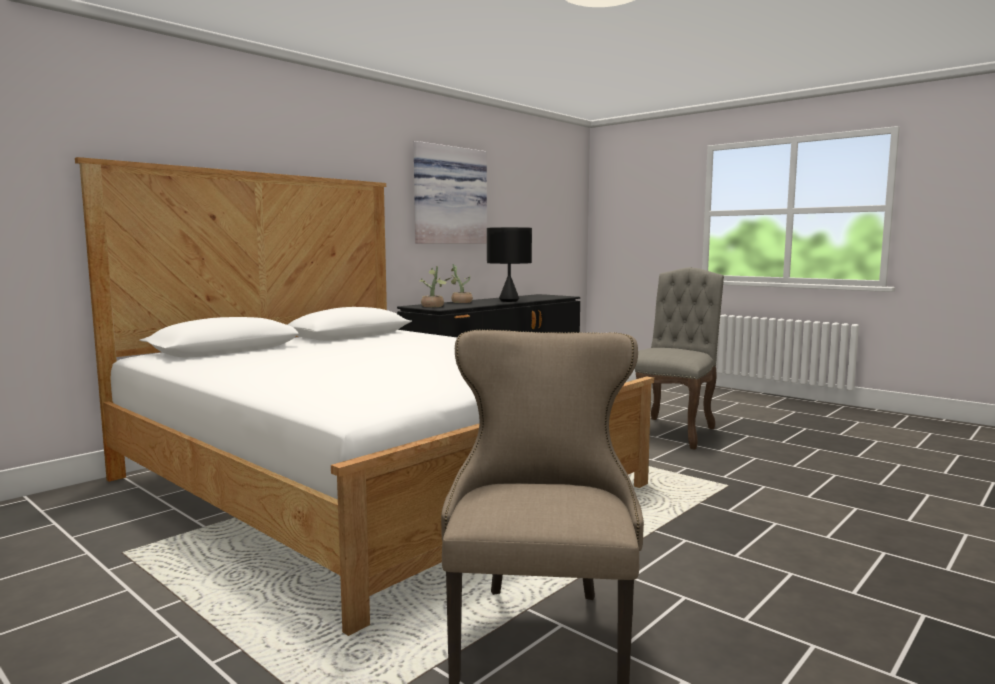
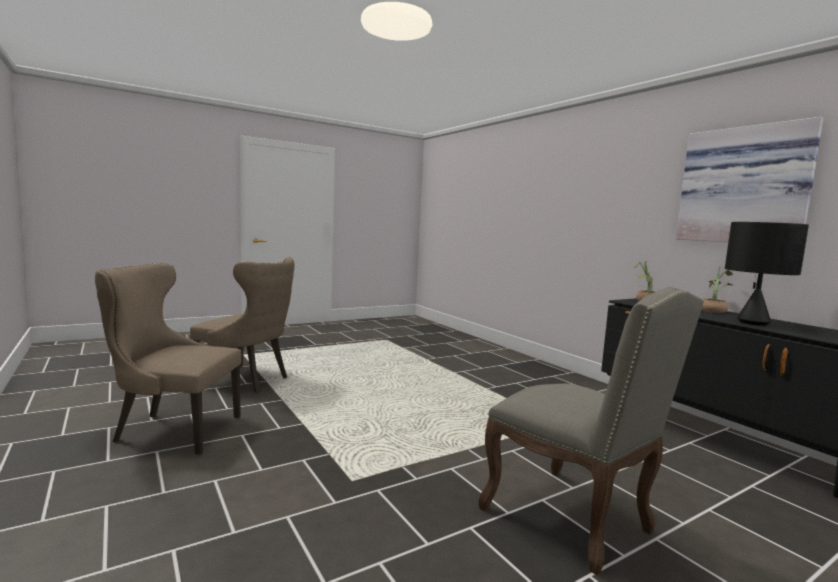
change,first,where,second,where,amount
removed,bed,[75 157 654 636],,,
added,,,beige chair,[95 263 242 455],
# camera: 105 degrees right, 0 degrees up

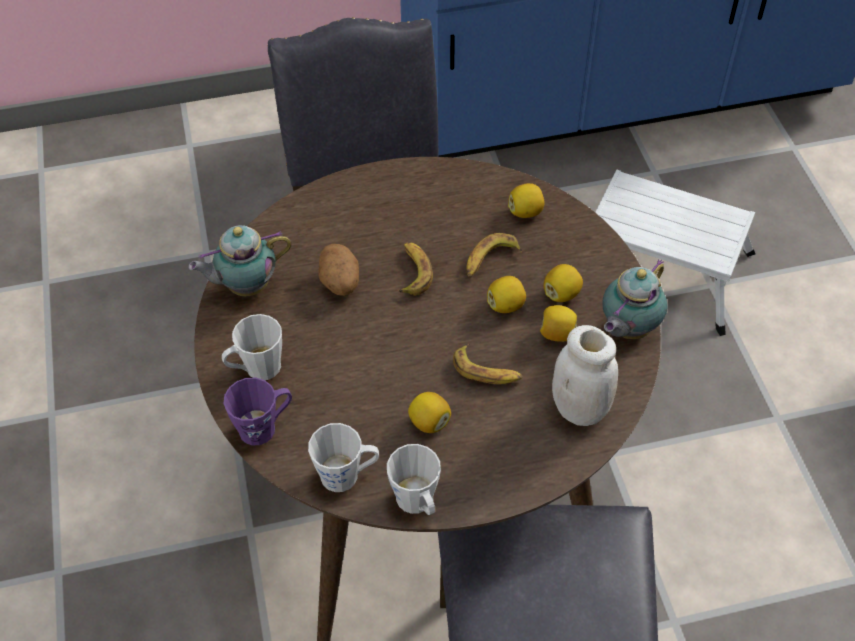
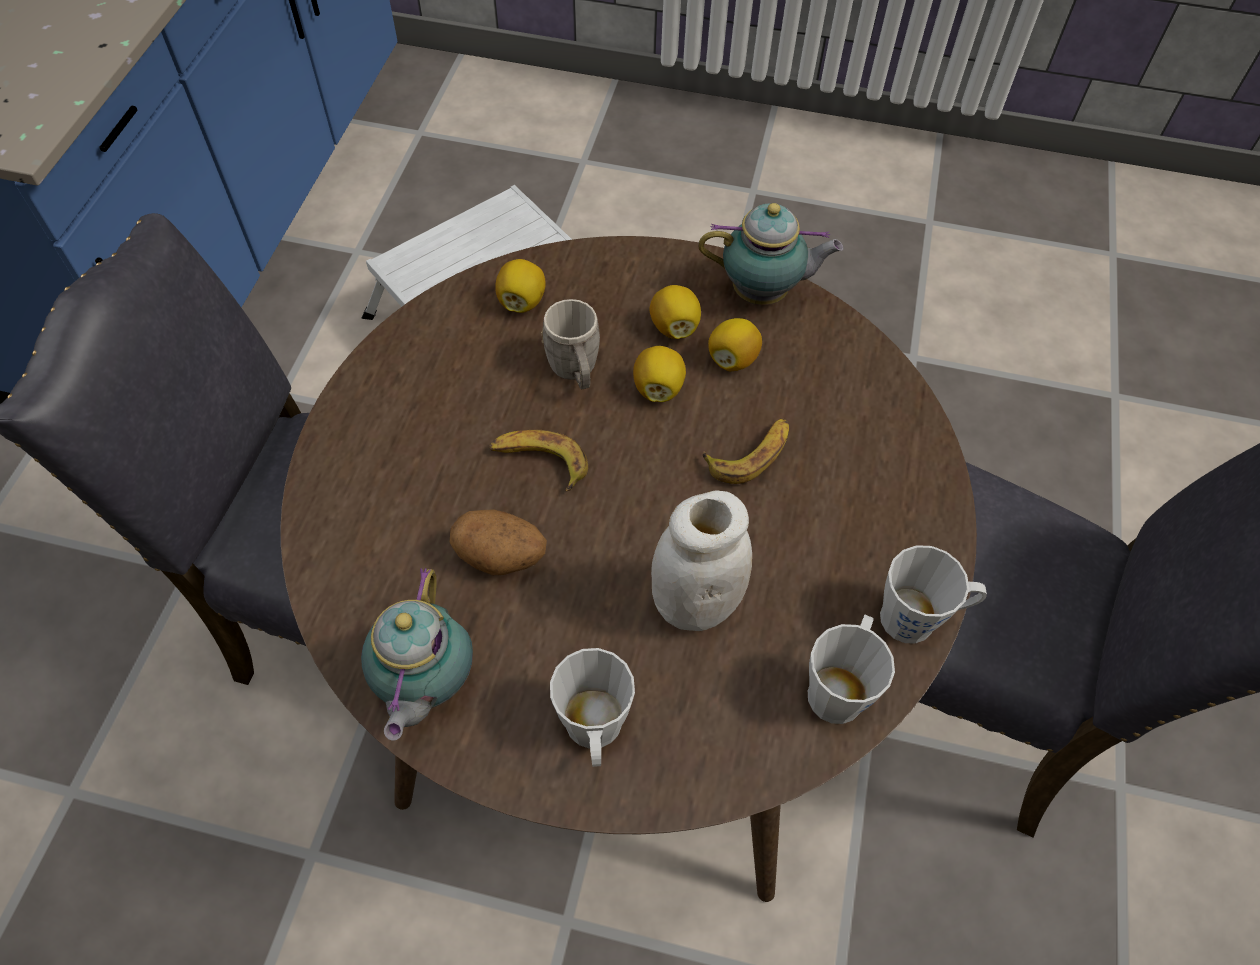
change,first,where,second,where,amount
removed,purple mug,[224 378 292 445],,,
removed,lemon,[408 392 451 433],,,
moved,white jar,[552 325 618 426],,[651 490 752 631],
replaced,banana,[467 233 522 278],grey mug,[541 299 600 389],
turned,teapot,[602 259 668 339],,[698 203 844 305],60 degrees counterclockwise
# camera: 65 degrees left, 5 degrees up

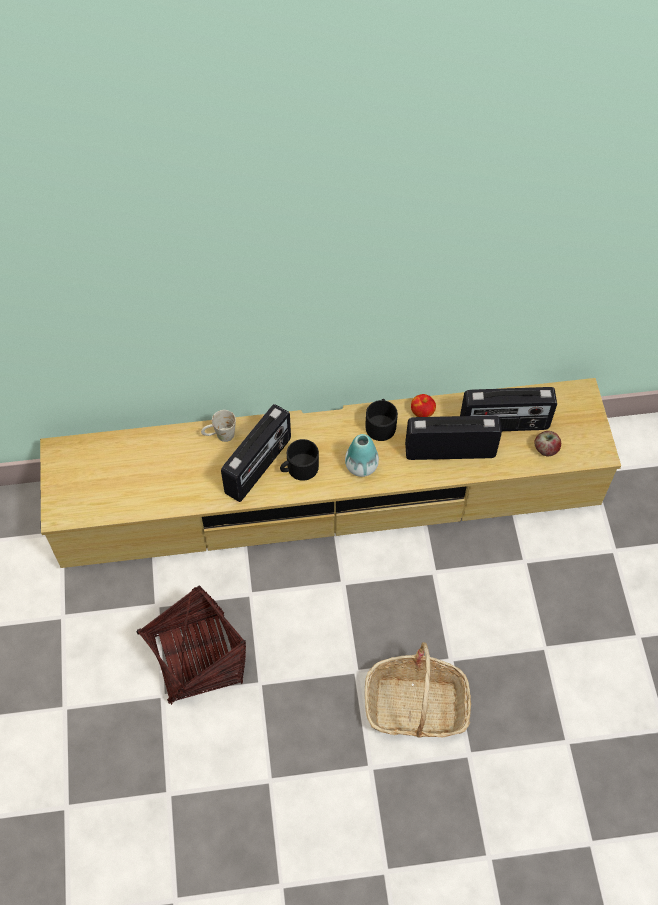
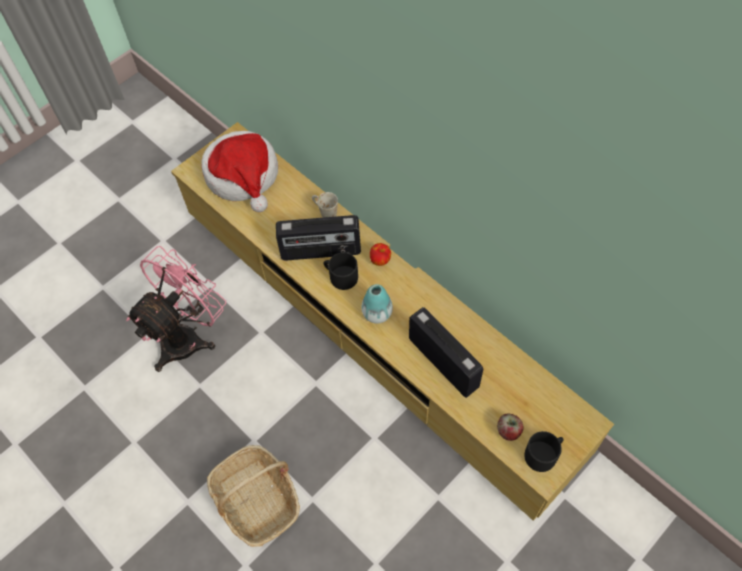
change,first,where,second,where,amount
removed,radio,[460 387 557 431],,,
added,,,hat,[201 131 278 212],
moved,black mug,[365 399 398 441],,[524 431 563 472],
moved,apple,[411 394 436 417],,[370 243 391 266],
replaced,basket,[137 585 246 705],pink fan,[126 246 226 372],
# camera: 55 degrees right, 0 degrees up

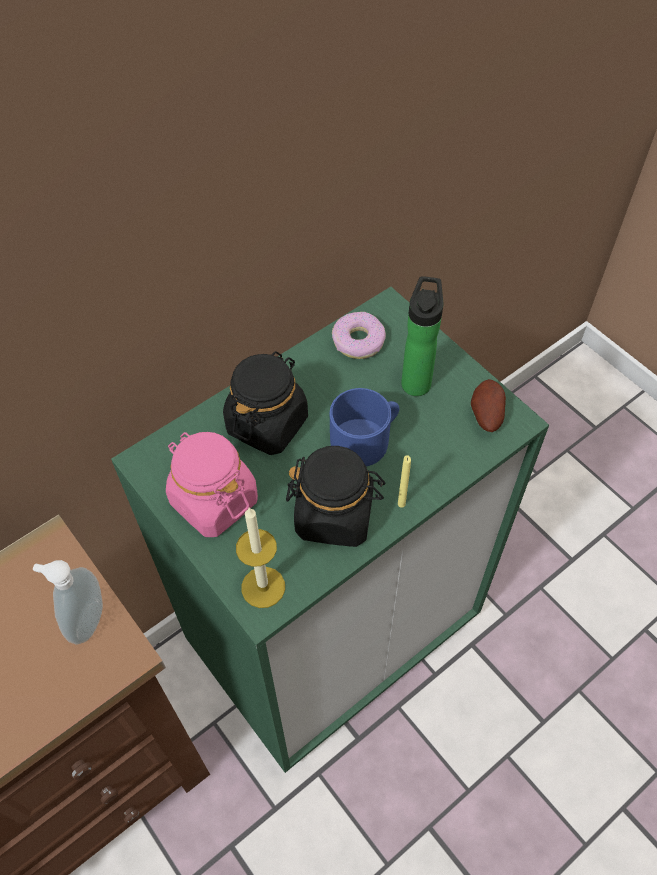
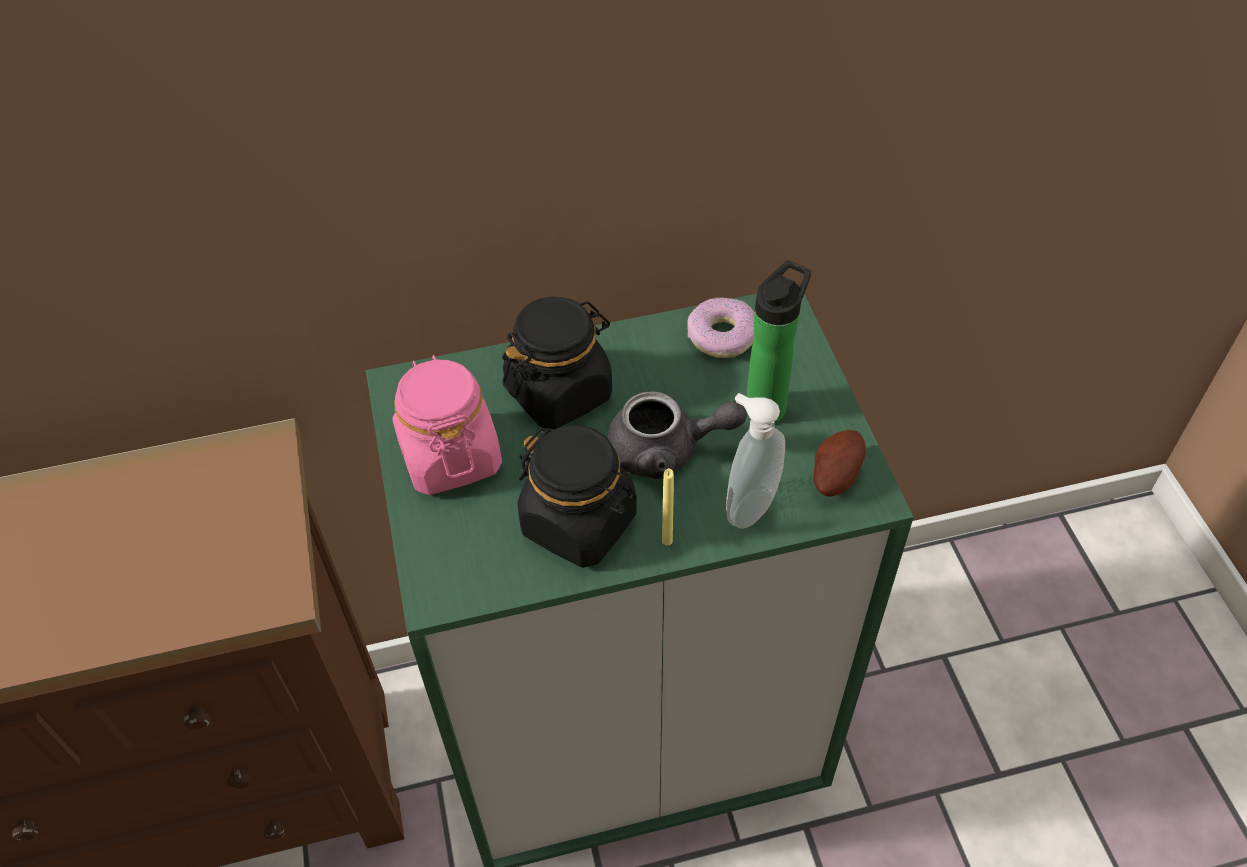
change,first,where,second,where,amount
removed,candle,[236 508 285 608],,,
moved,soap dispenser,[33 560 103 644],,[726 393 785 529],
replaced,blue mug,[330 388 399 467],grey teapot,[607 391 747 479],
# camera: 25 degrees right, 5 degrees down

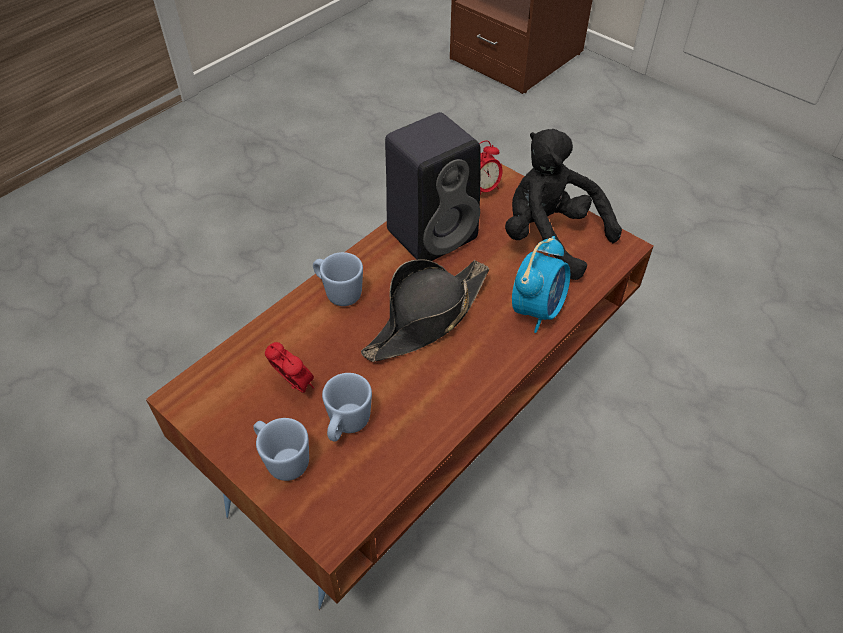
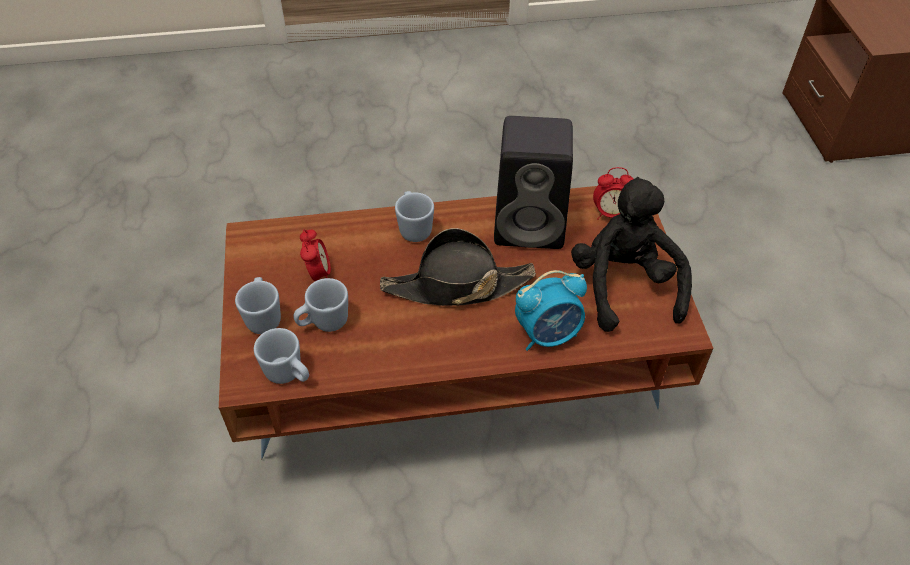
change,first,where,second,where,amount
added,,,blue mug,[254 328 309 384],
# camera: 40 degrees right, 0 degrees up

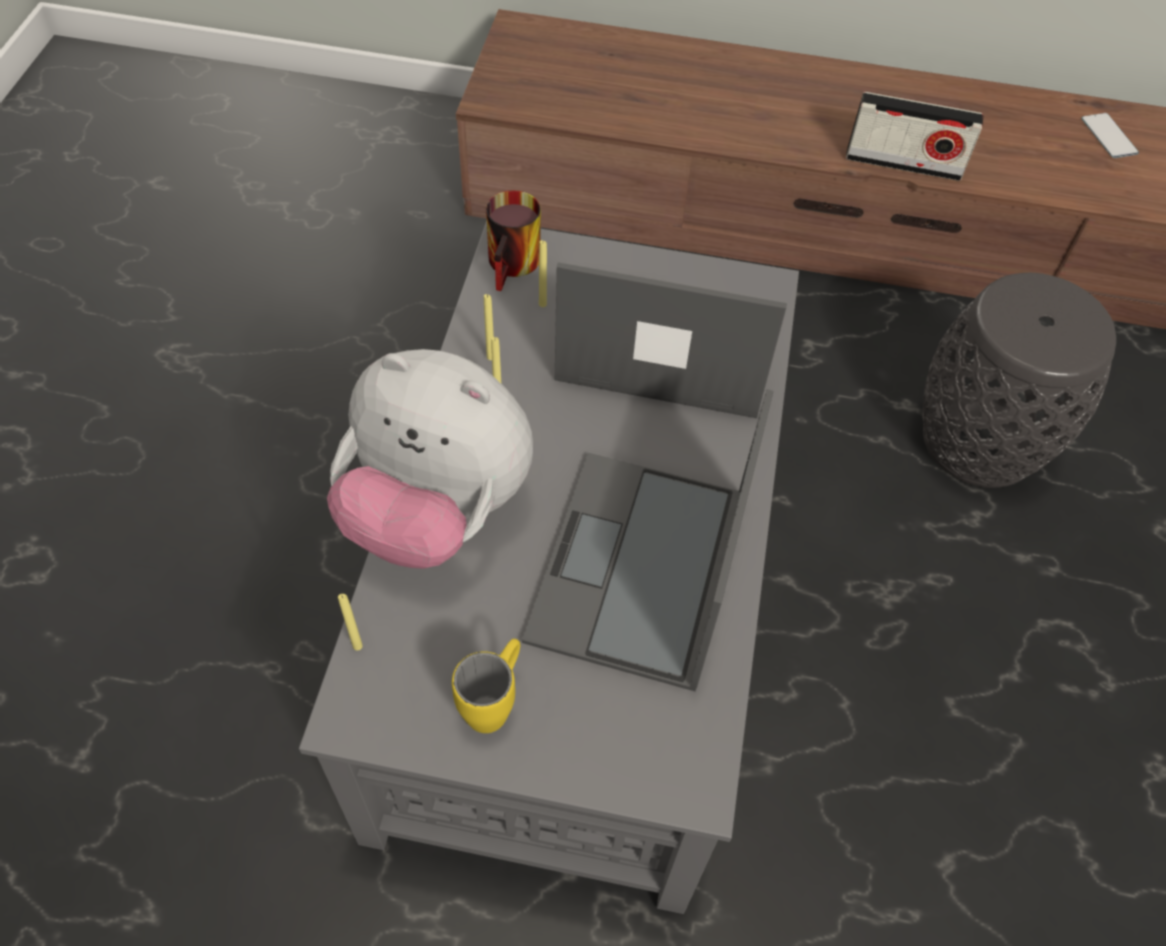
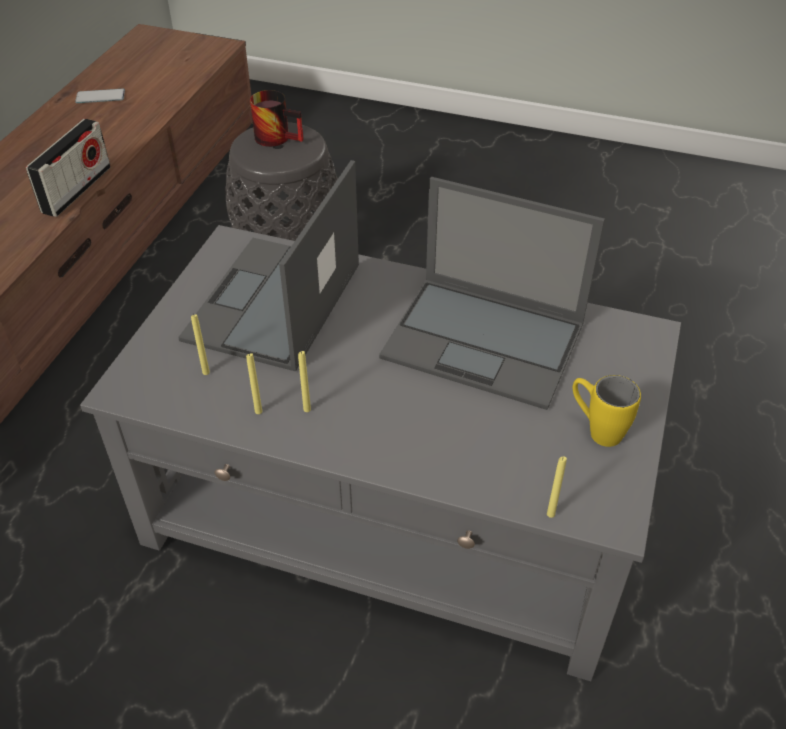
change,first,where,second,where,amount
removed,plush toy,[327 349 533 569],,,
moved,mug,[486 190 541 291],,[250 90 303 147],
# camera: 80 degrees left, 10 degrees down

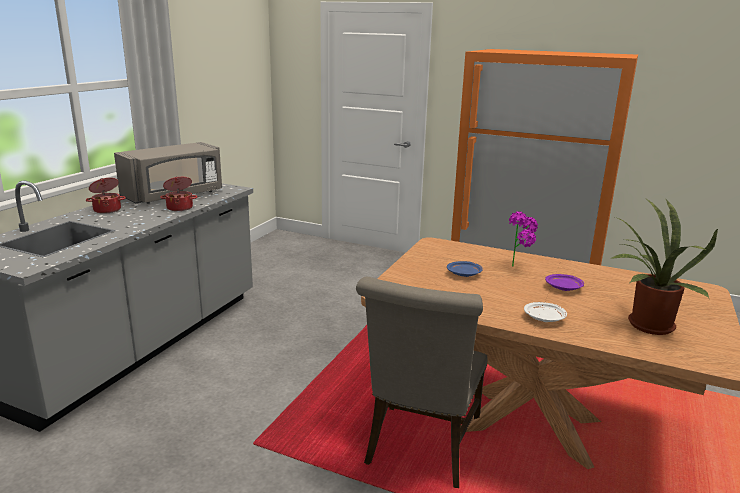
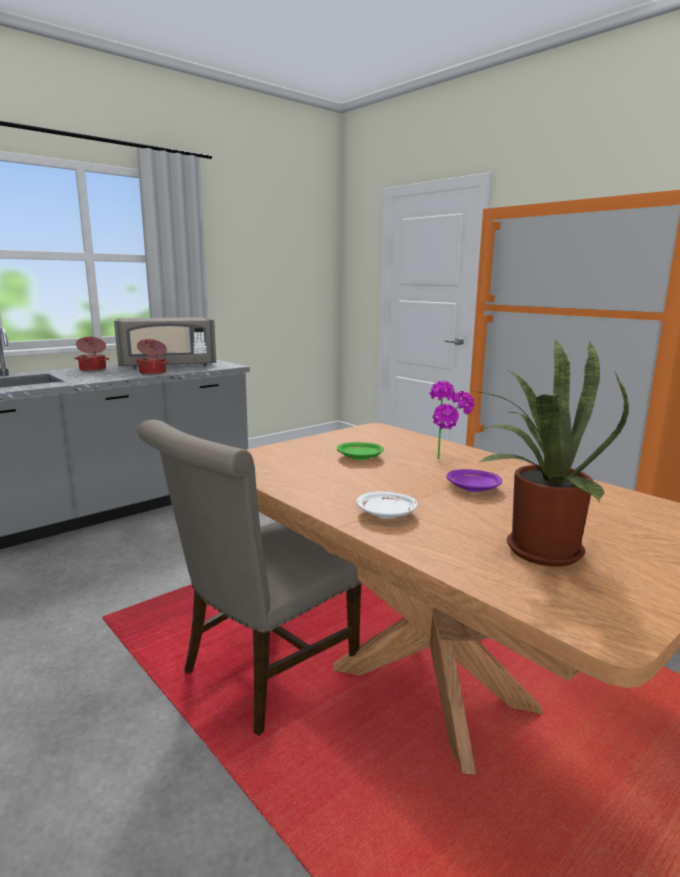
change,first,where,second,where,amount
recoloured,blue plate,[447 261 483 277],green plate,[337 442 384 460],
# camera: 25 degrees right, 5 degrees down

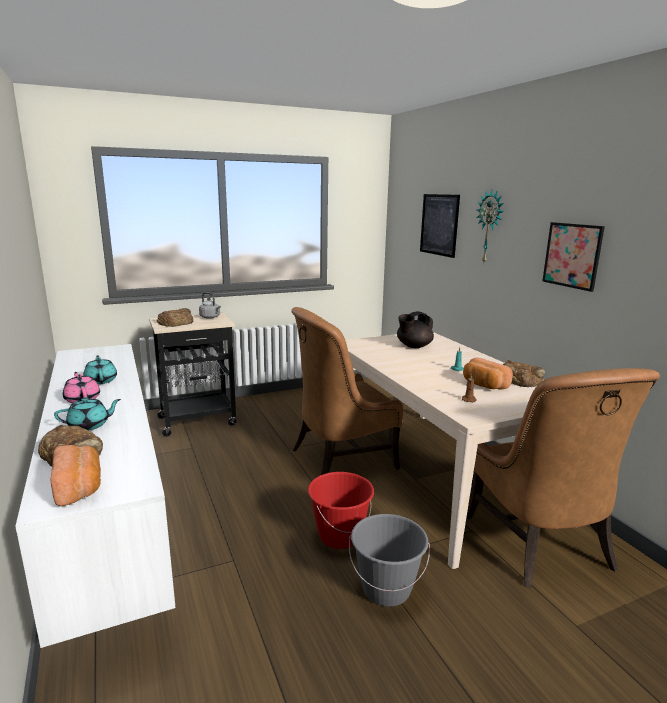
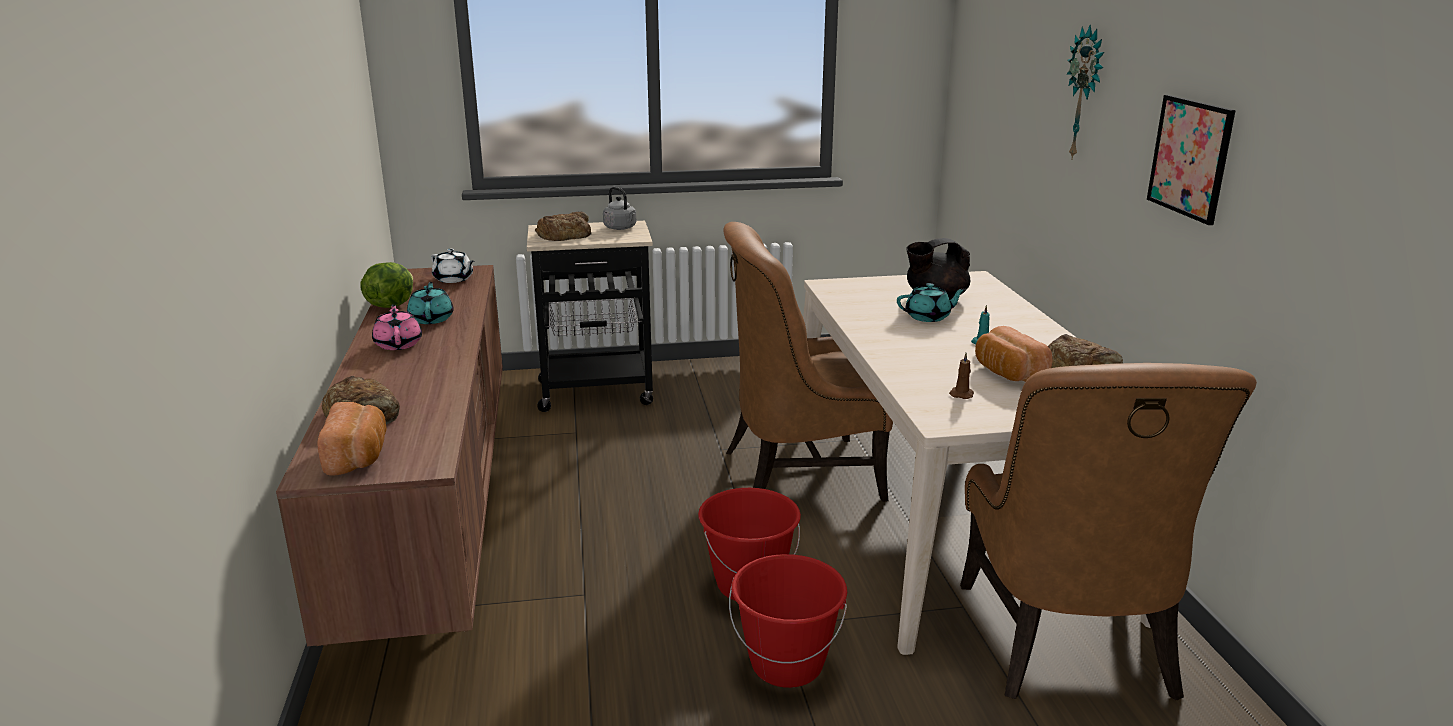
change,first,where,second,where,amount
removed,picture,[420 194 460 258],,,
added,,,lettuce,[360 262 413 308],
added,,,white teapot,[431 249 474 283],
moved,turquoise teapot,[54 397 121 431],,[897 283 966 322],
recoloured,white cabinet,[15 344 176 648],brown cabinet,[276 265 503 646],
recoloured,grey bucket,[349 514 430 607],red bucket,[729 554 847 688],
# camera: 15 degrees right, 5 degrees up

